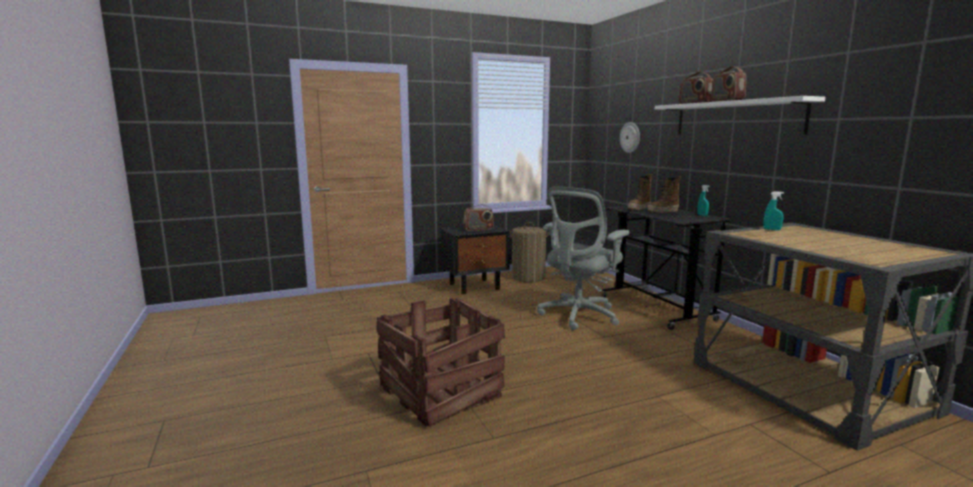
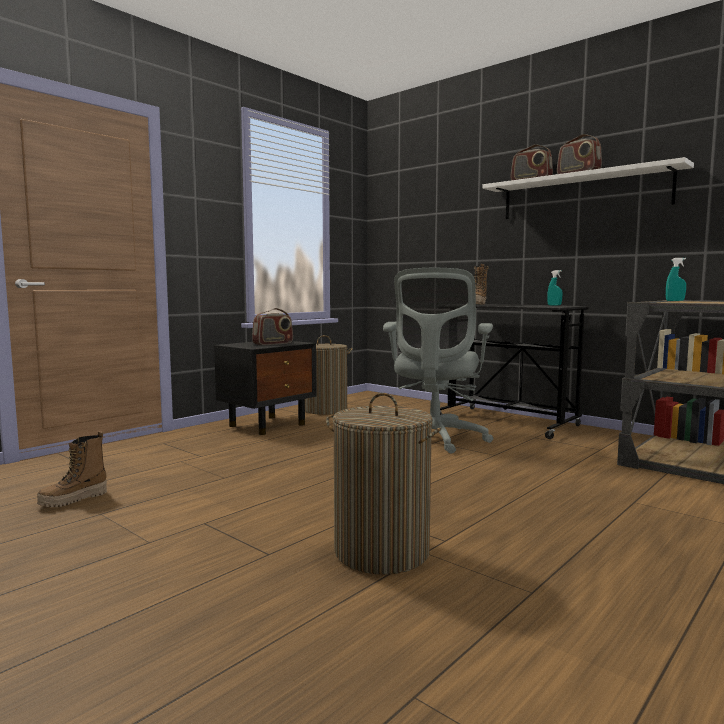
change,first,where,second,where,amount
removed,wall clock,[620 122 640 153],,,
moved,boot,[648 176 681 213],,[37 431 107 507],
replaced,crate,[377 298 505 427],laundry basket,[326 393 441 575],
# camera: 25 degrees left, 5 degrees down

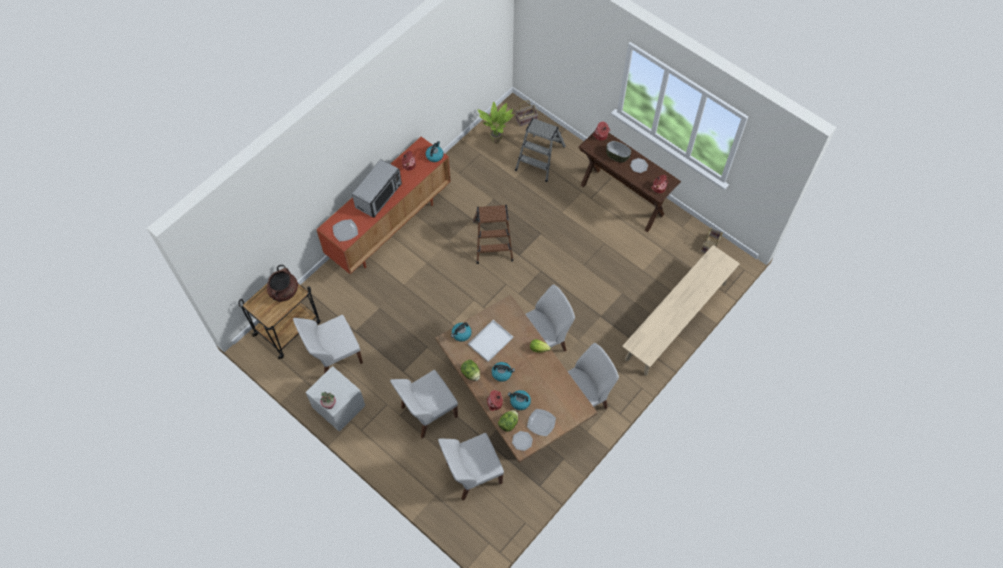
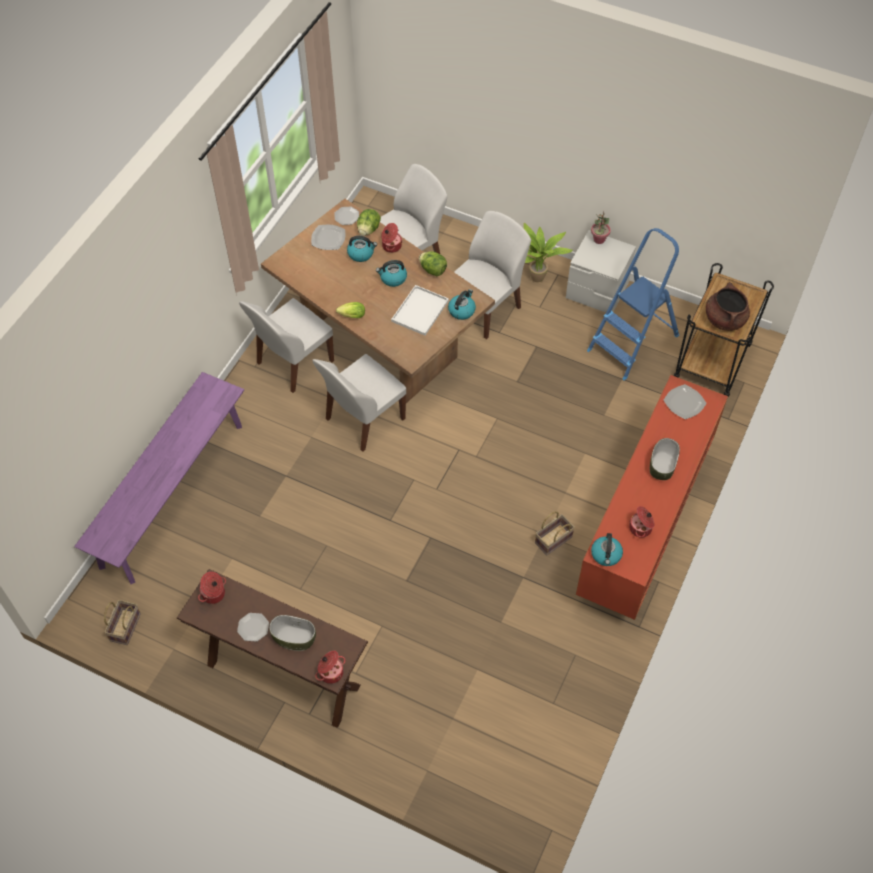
change,first,where,second,where,amount
removed,brown step ladder,[473 205 513 264],,,
removed,grey step ladder,[515 118 566 182],,,
moved,potted plant,[478 102 514 143],,[524 223 573 282],
moved,basket,[515 100 538 126],,[535 511 575 555],
replaced,white chair,[293 315 363 374],blue step ladder,[587 228 679 380],
replaced,microwave,[352 159 402 218],bowl,[650 438 680 480],
recoloured,beige bench,[622 245 740 375],purple bench,[74 372 244 584],
# camera: 165 degrees right, 5 degrees down

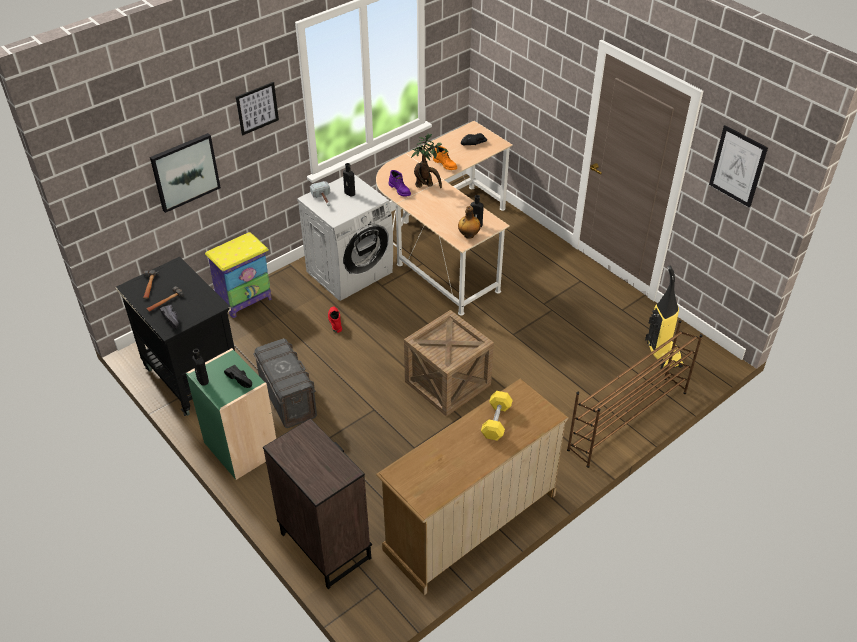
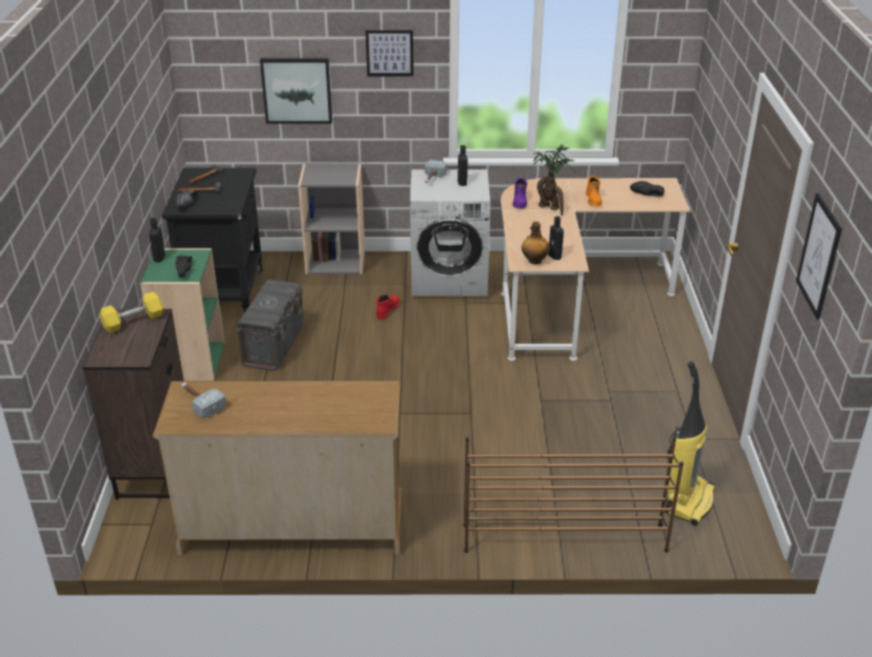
change,first,where,second,where,amount
removed,crate,[404 310 494 417],,,
added,,,hammer,[181 382 226 418],
moved,yellow dumbbell,[481 391 513 441],,[100 292 163 333],
replaced,nightstand,[205 232 272 318],grey bookcase,[298 163 365 274],
# camera: 40 degrees right, 10 degrees down

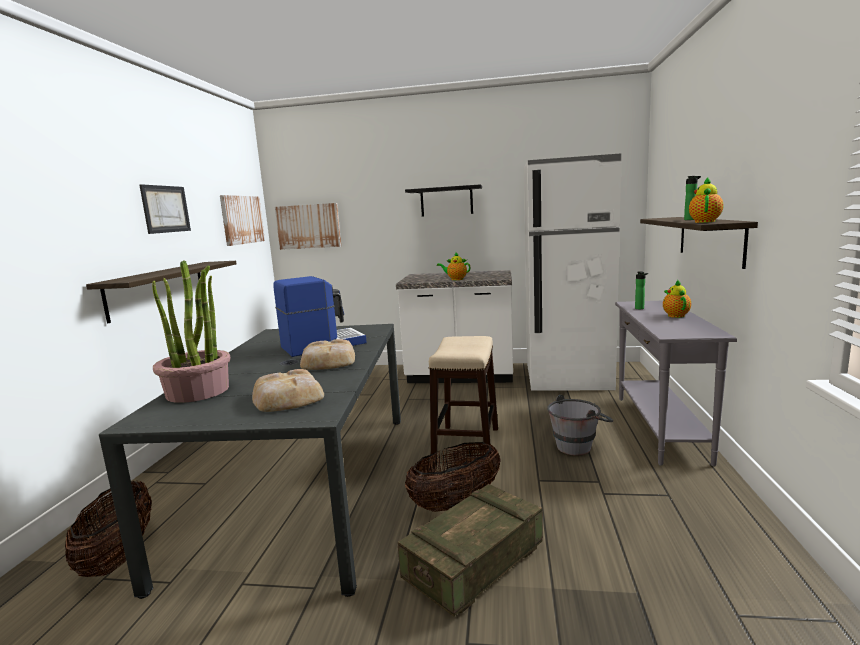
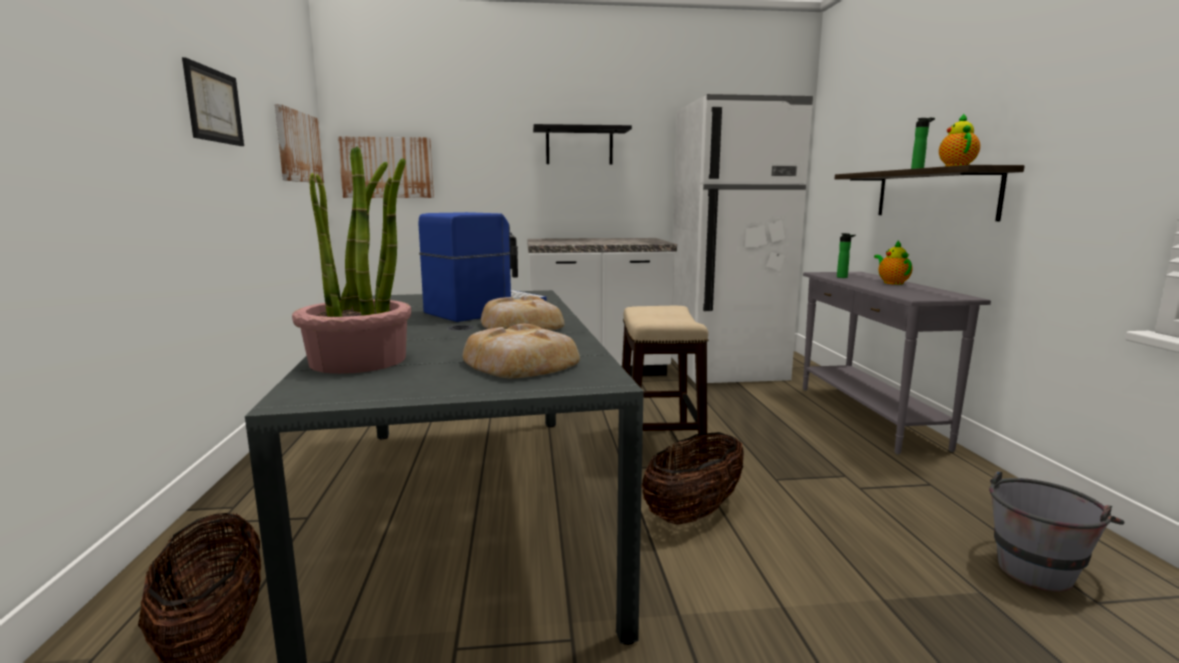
change,first,where,second,where,amount
removed,shelf,[86 261 236 324],,,
removed,crate,[398 484 543 617],,,
removed,teapot,[437 252 470 280],,,
moved,grey bucket,[547 395 613 455],,[989 471 1124 592],
# camera: 15 degrees left, 0 degrees up

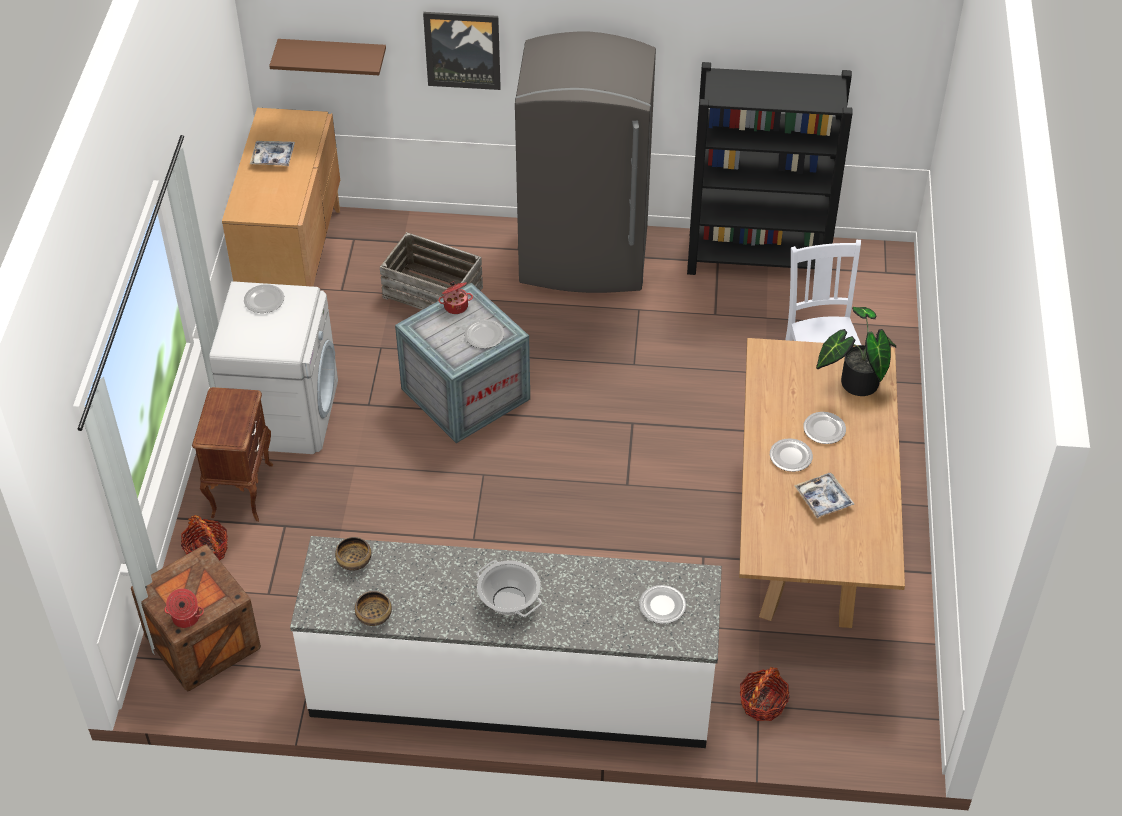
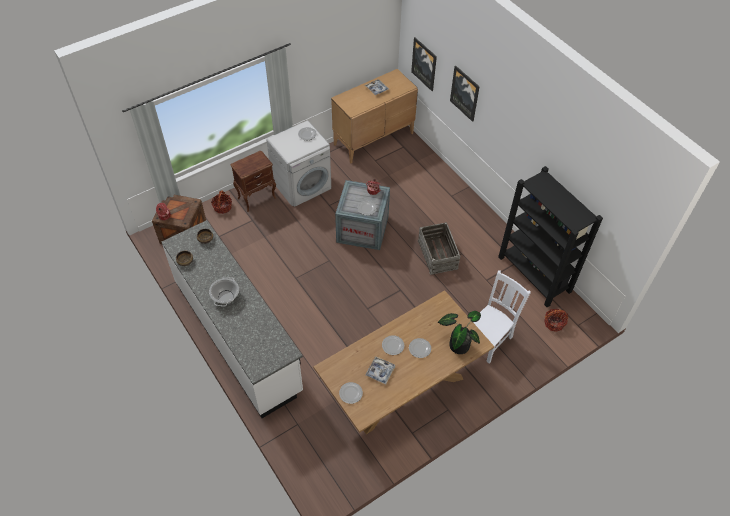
change,first,where,second,where,amount
removed,grey fridge,[515 31 656 293],,,
moved,crate,[380 232 483 310],,[418 222 460 275],
moved,plate,[639 585 686 624],,[339 382 363 404],
moved,basket,[740 667 789 721],,[544 309 568 332],
replaced,brown shelf,[269 39 386 75],picture,[411 37 437 91],
# camera: 50 degrees right, 5 degrees up

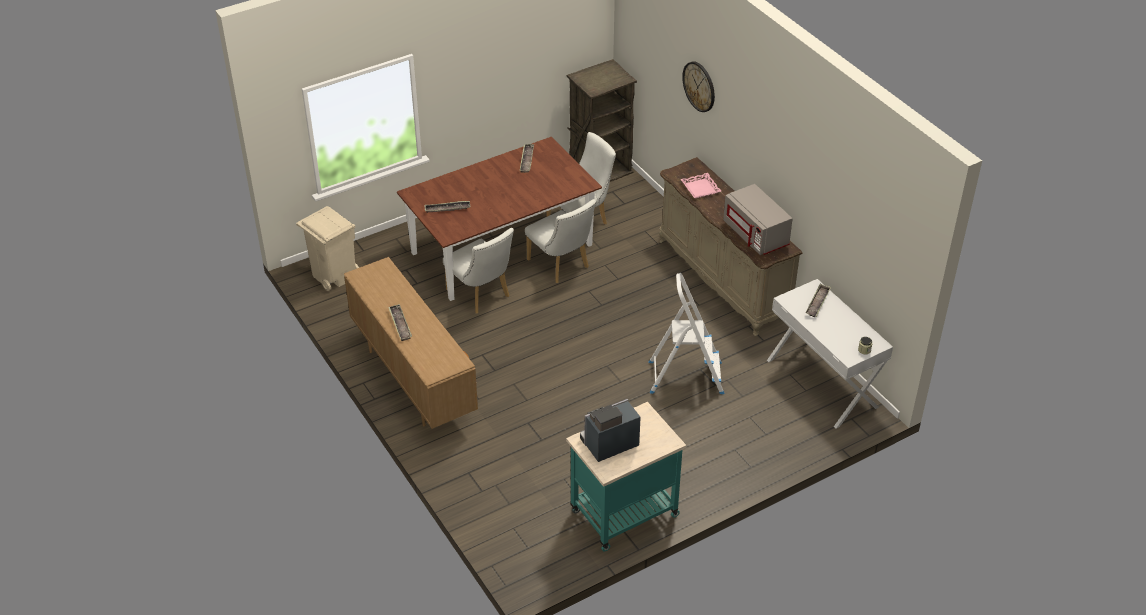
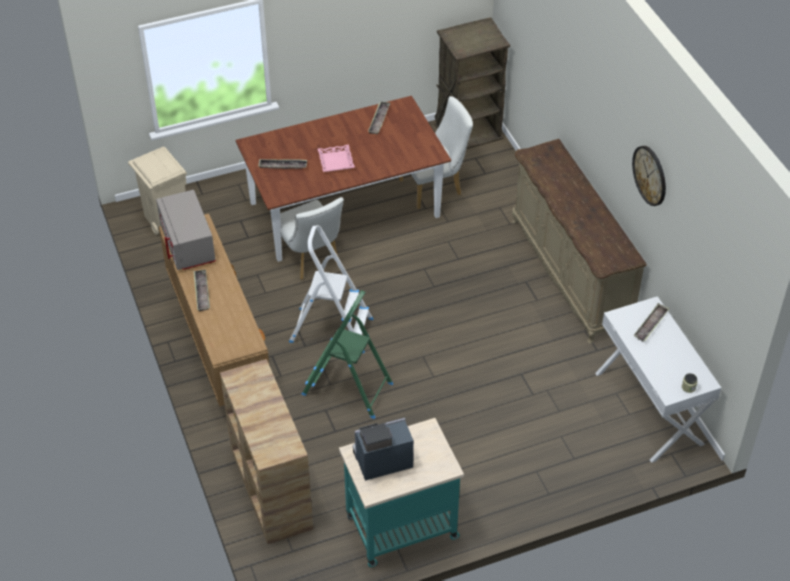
change,first,where,second,where,amount
removed,white chair,[525 199 596 283],,,
added,,,brown bookcase,[220 359 313 544],
added,,,green step ladder,[302 290 393 419],
moved,white step ladder,[649 273 724 394],,[289 225 373 353],
moved,pink tray,[681 173 721 198],,[318 145 355 172],
moved,wall clock,[682 61 715 112],,[632 146 666 206],
moved,grey microwave,[723 184 793 255],,[156 190 216 270],
# camera: 10 degrees right, 5 degrees up

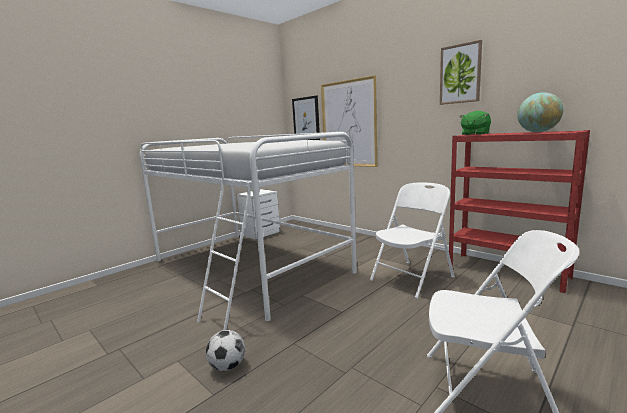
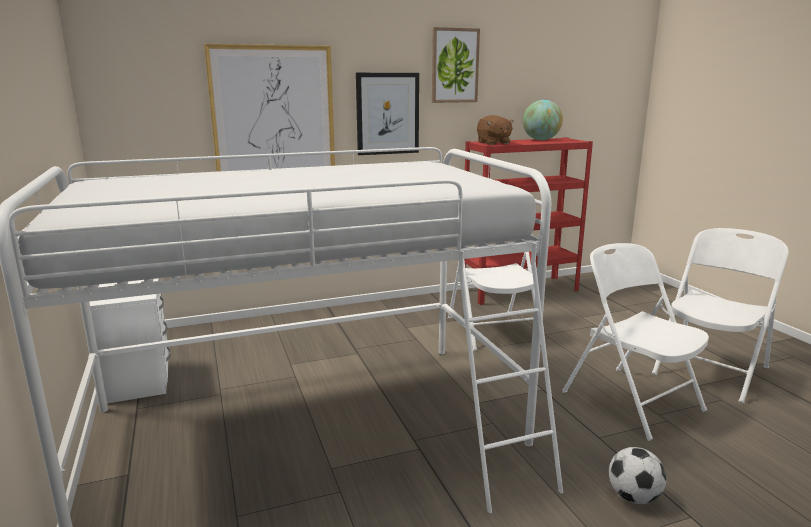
change,first,where,second,where,amount
added,,,white chair,[562 243 709 441],
moved,picture,[292 96 320 140],,[356 73 419 155],
recoloured,green plush toy,[460 111 491 135],brown plush toy,[477 115 514 145],
# camera: 65 degrees left, 5 degrees up

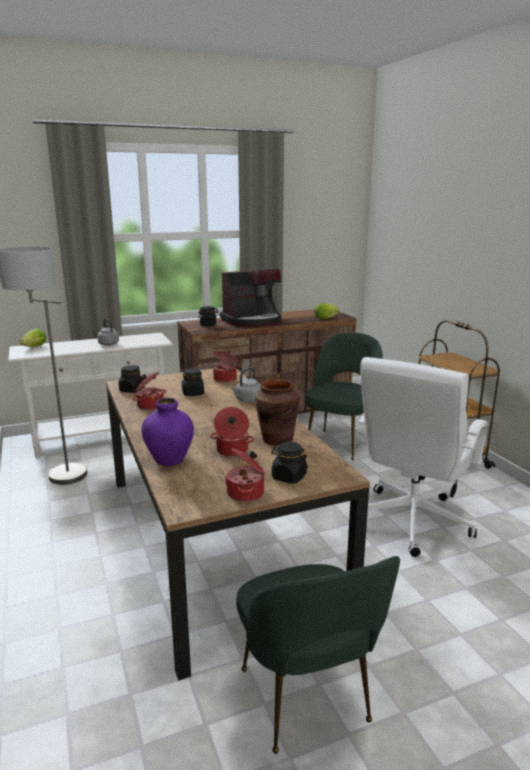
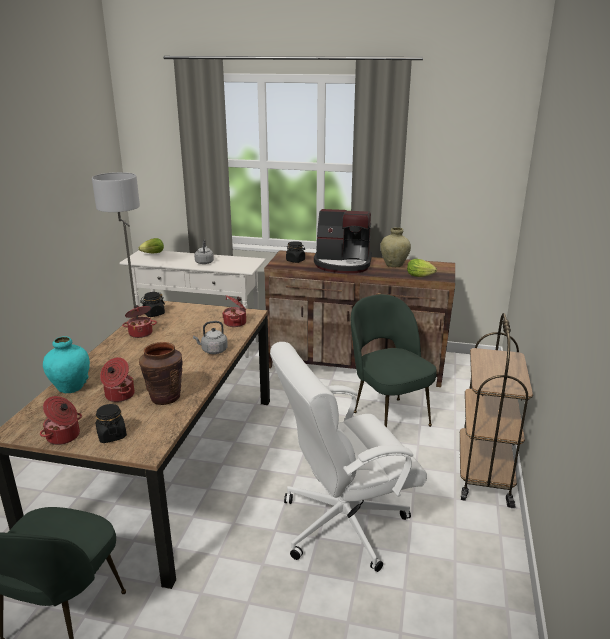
change,first,where,second,where,amount
removed,black jar,[182 368 204 396],,,
added,,,beige vase,[380 228 411 267],
recoloured,purple vase,[141 398 194 466],turquoise vase,[43 336 90 393],
turned,green chair,[305 332 382 460],,[351 294 437 427],90 degrees counterclockwise
# camera: 35 degrees right, 5 degrees up

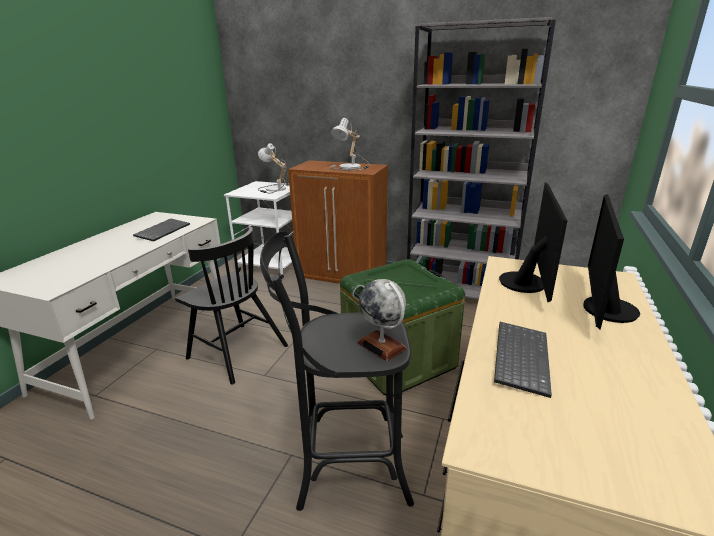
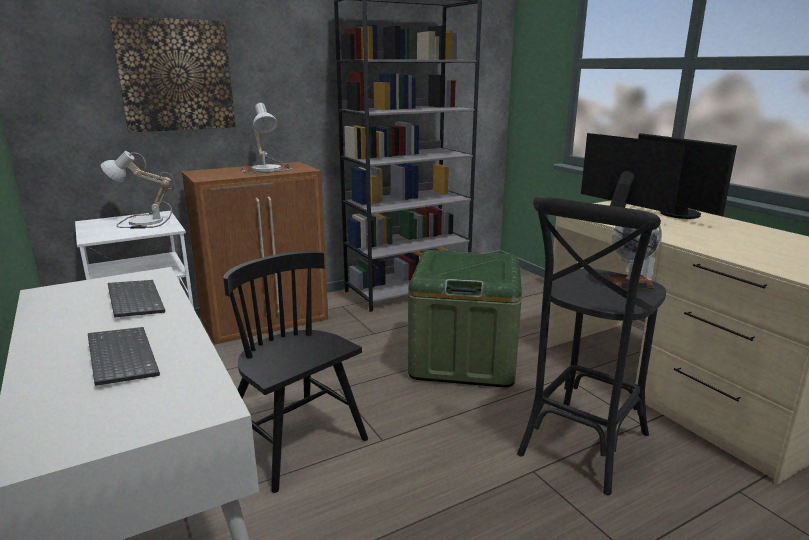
change,first,where,second,where,amount
added,,,picture,[109 17 235 132],
moved,keyboard,[494 322 552 398],,[88 327 160 386],
turned,black chair,[175 227 288 385],,[223 251 368 493],120 degrees counterclockwise
# camera: 50 degrees left, 5 degrees down

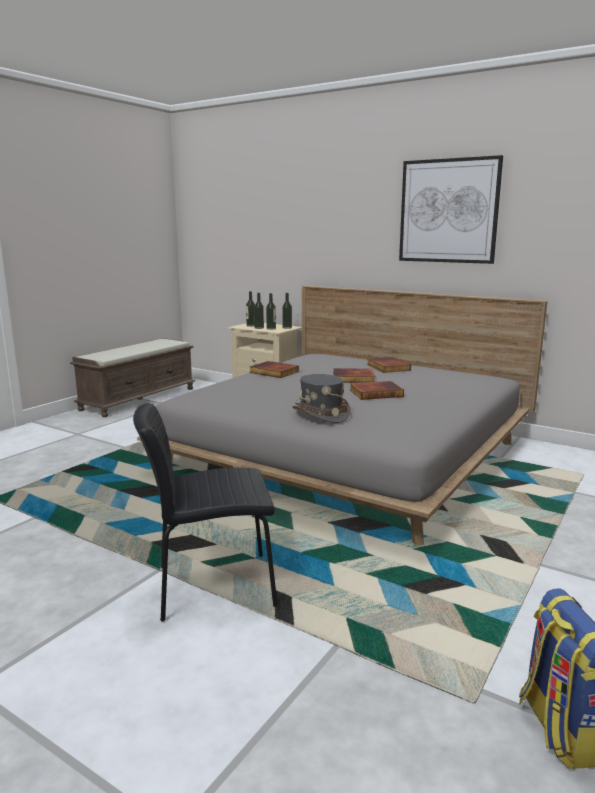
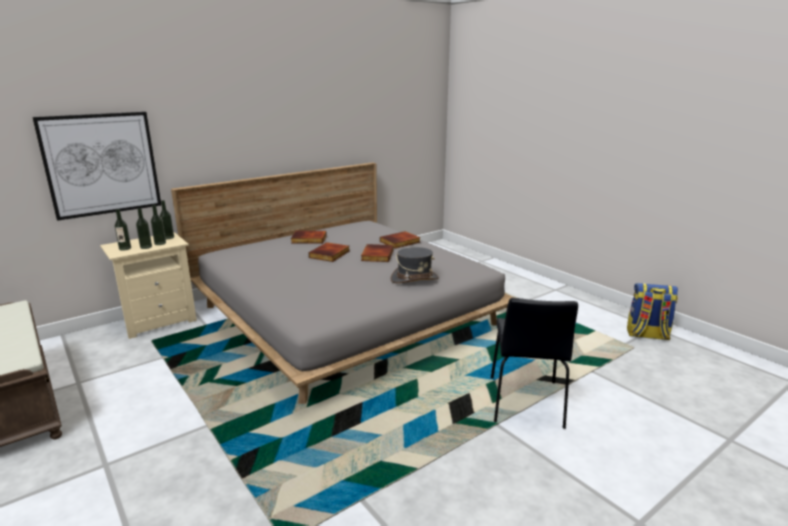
change,first,where,second,where,amount
moved,book,[249 361 299 378],,[380 231 420 249],
moved,picture,[399 155 503 264],,[32 112 161 221],
# camera: 70 degrees left, 5 degrees up

